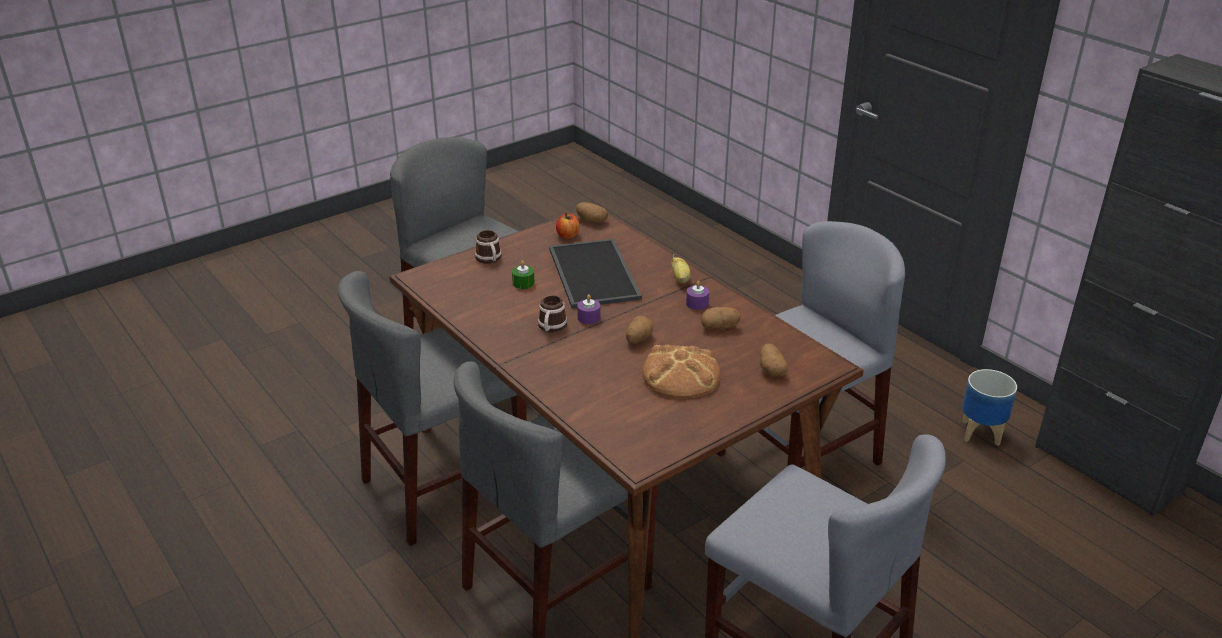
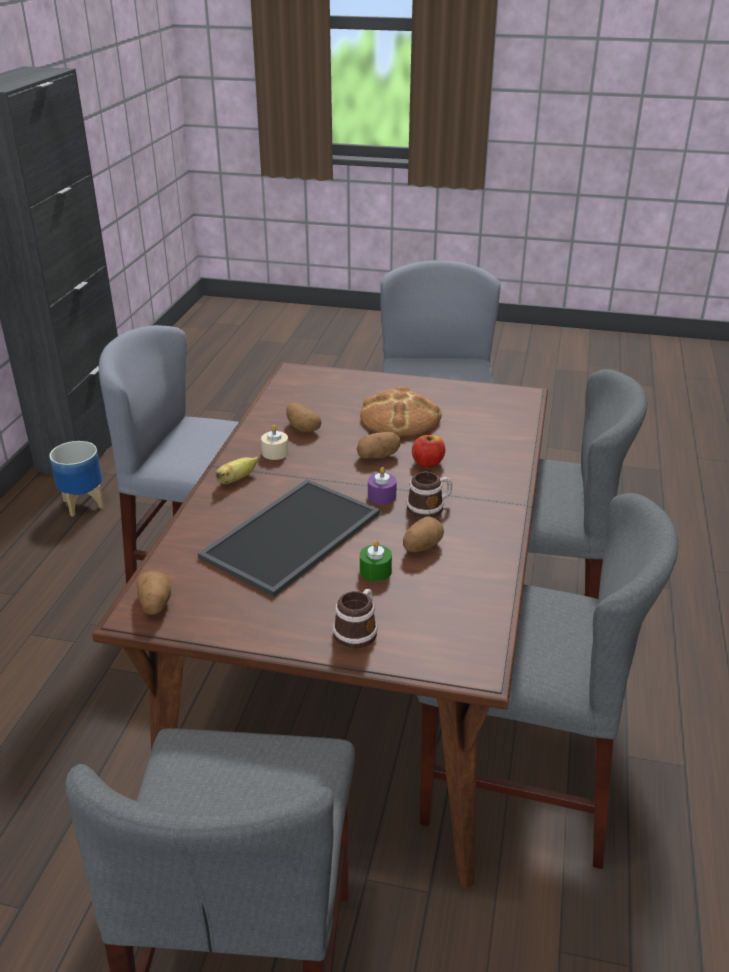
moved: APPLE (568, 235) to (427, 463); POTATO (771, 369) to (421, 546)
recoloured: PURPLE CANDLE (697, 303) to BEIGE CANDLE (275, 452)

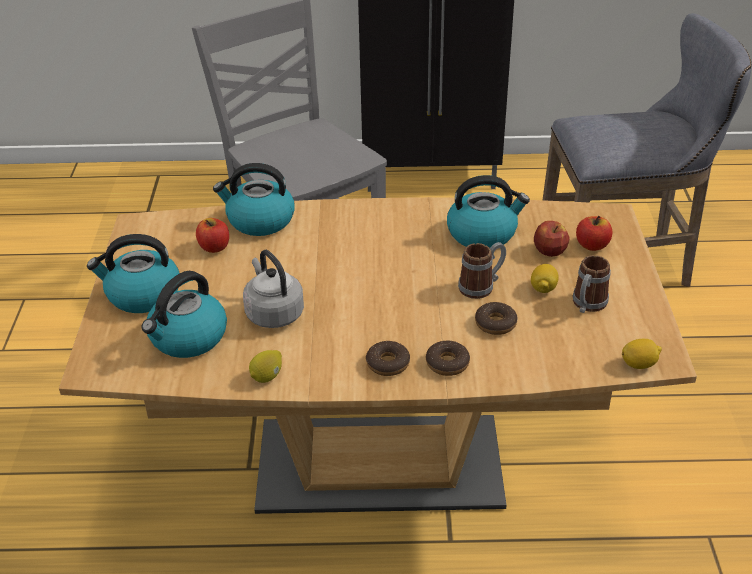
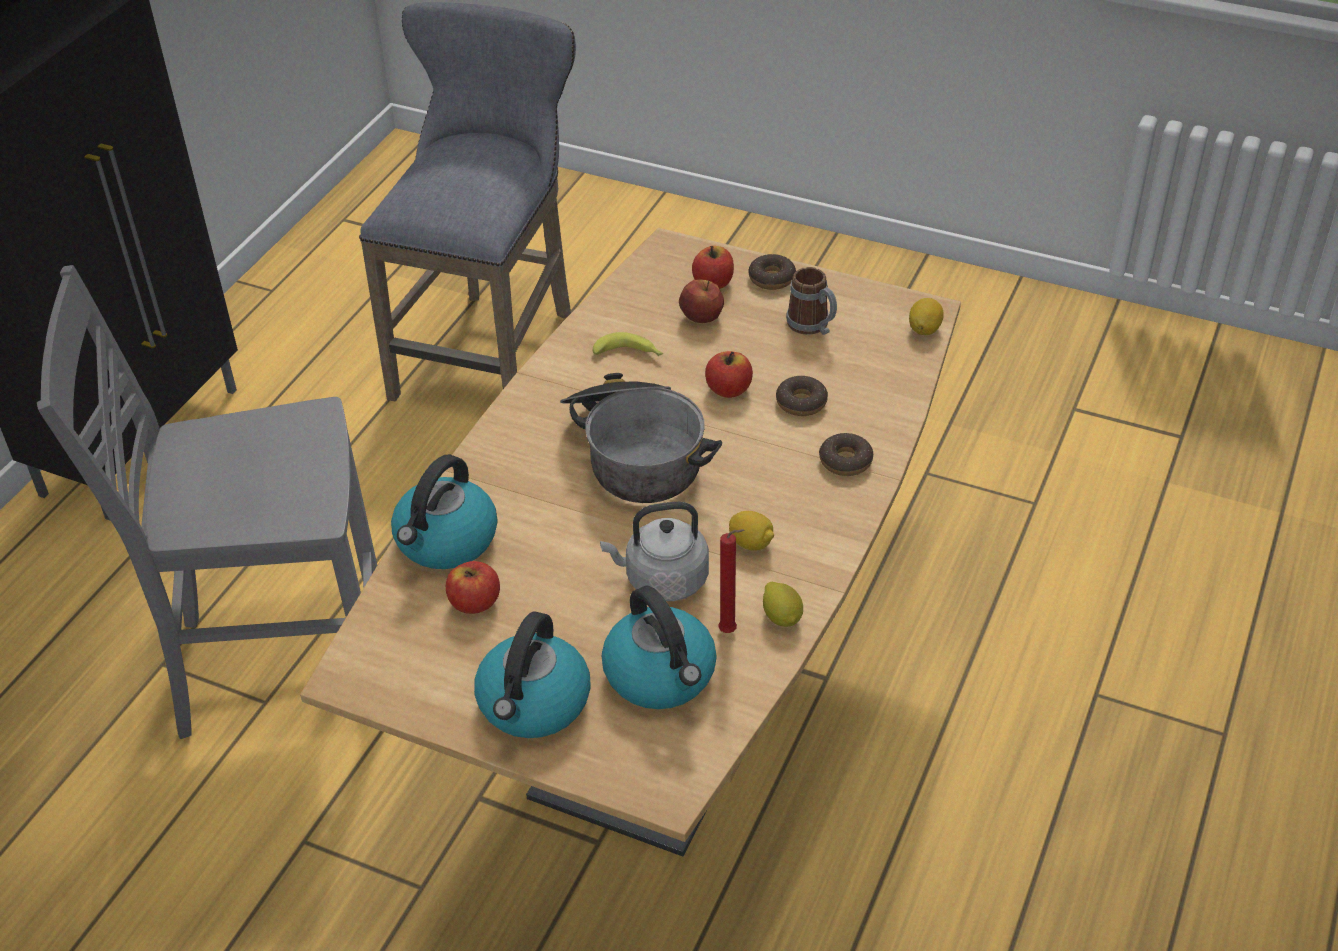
added: COOKING POT (636, 454); RED CANDLE (730, 632)
moved: DONUT (388, 363) to (772, 278); LEMON (543, 288) to (751, 543)
replaced: KETTLE (483, 233) to BANANA (629, 354); MUG (481, 286) to APPLE (728, 389)

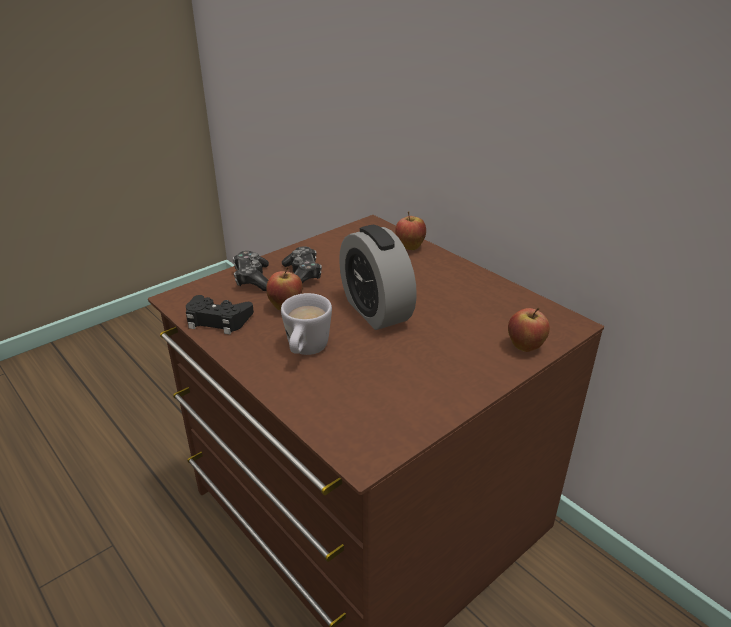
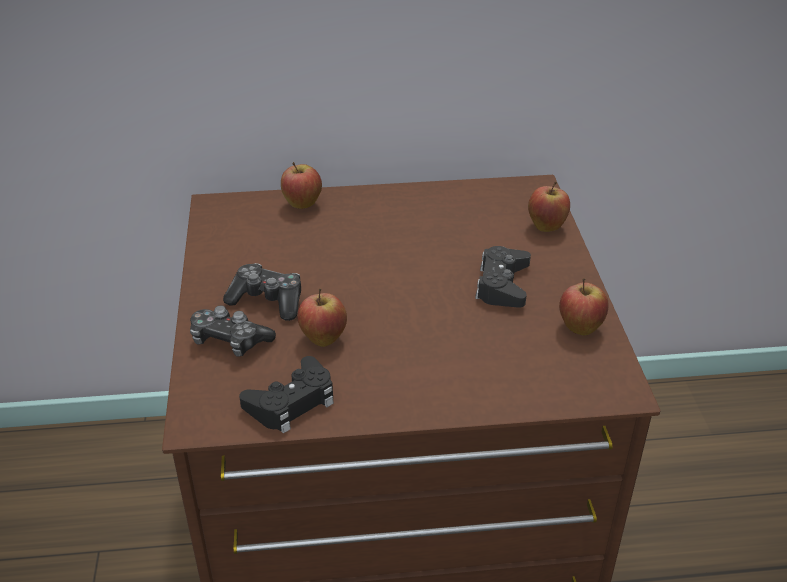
removed: WHITE MUG (305, 351); ALARM CLOCK (375, 310)
added: BLACK GAME CONTROLLER (502, 285); APPLE (580, 328)

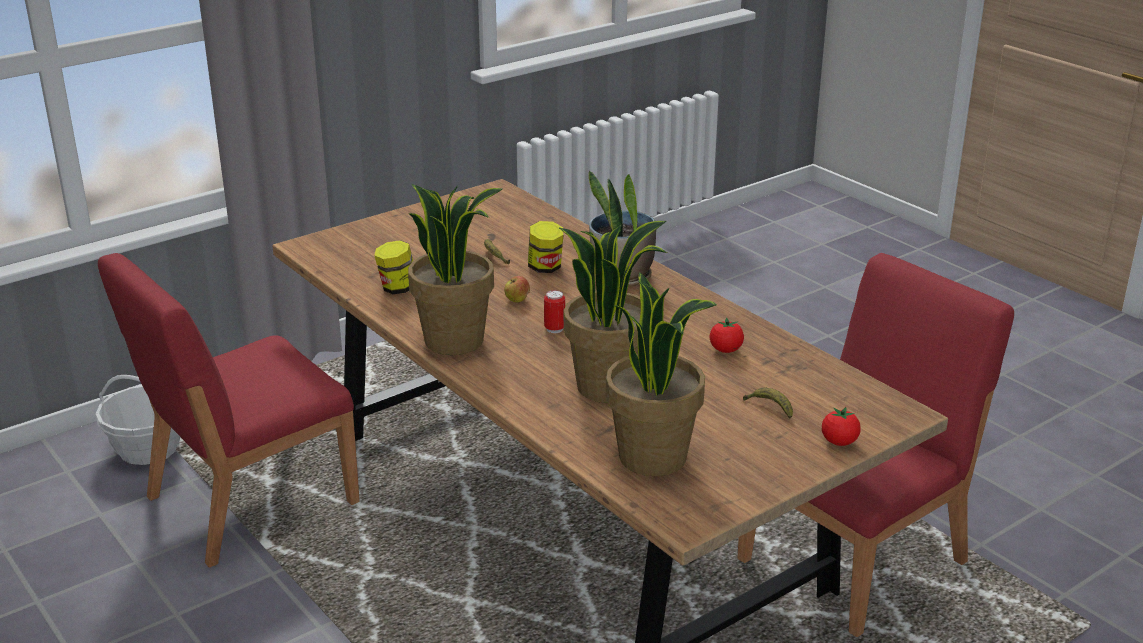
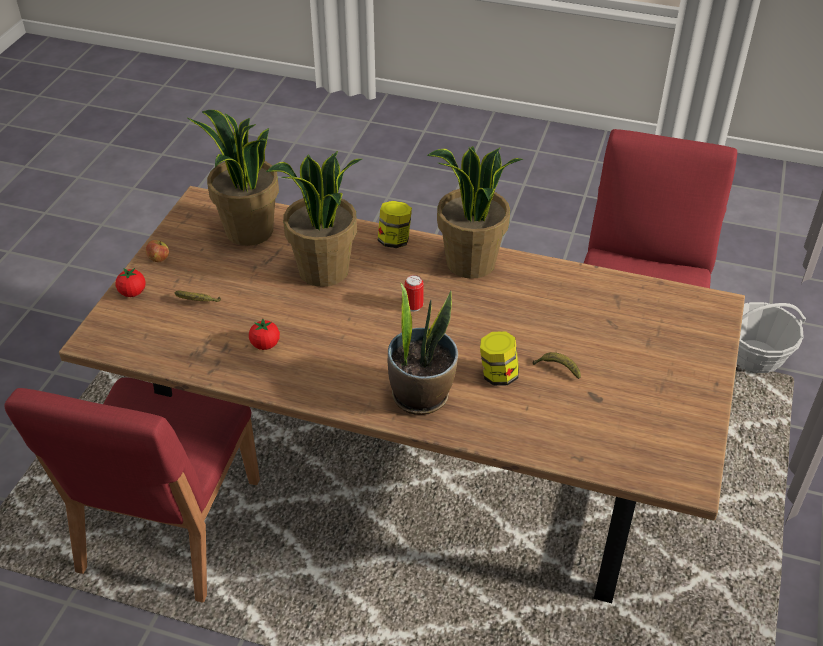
moved: JAR (397, 288) to (394, 240); APPLE (517, 300) to (158, 259)

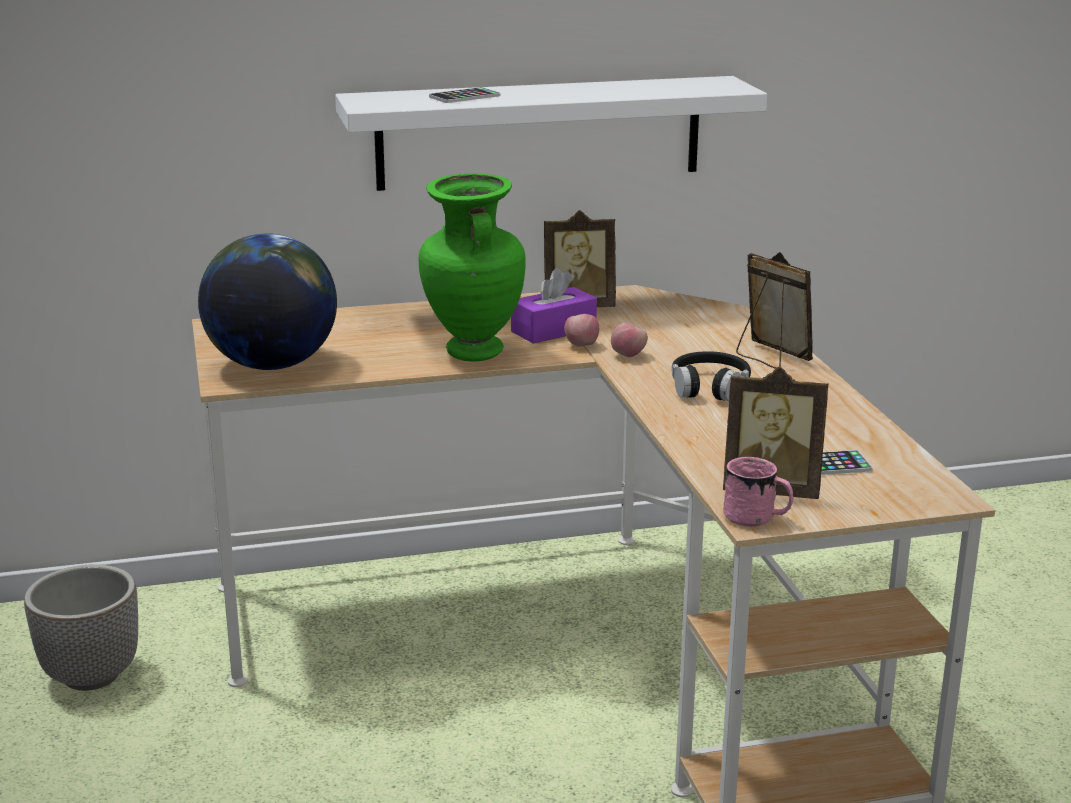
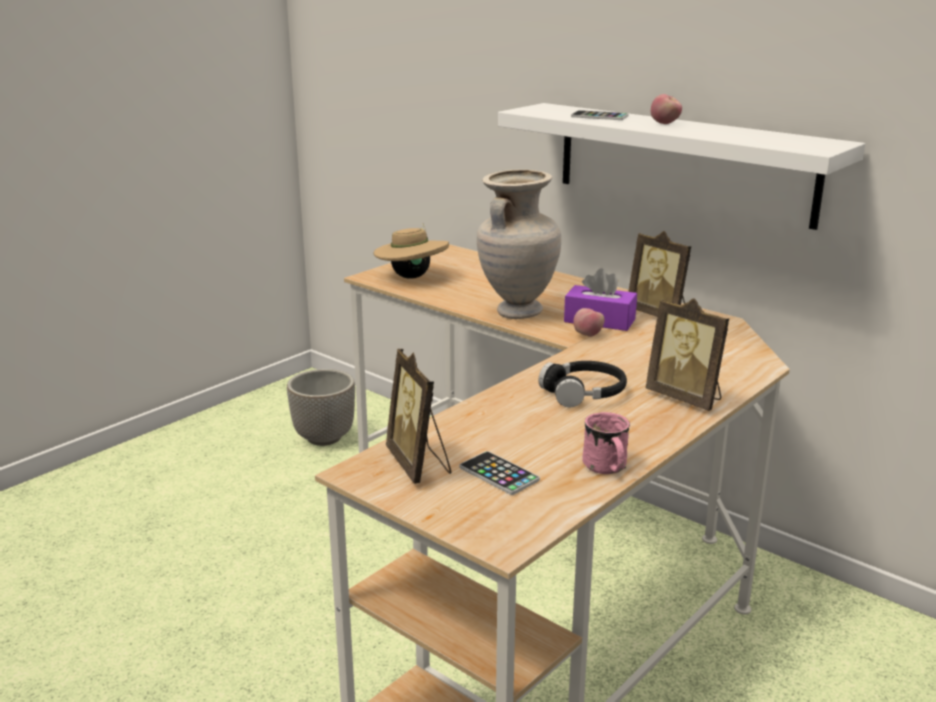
moved: APPLE (628, 355) to (665, 124); PINK MUG (757, 519) to (606, 469)
replaced: GLOBE (272, 364) to BEIGE HAT (411, 277)
recoloured: GREEN VASE (472, 352) to BEIGE VASE (517, 312)
turned: PICTURE FRAME (770, 357) = (686, 398) 120 degrees clockwise

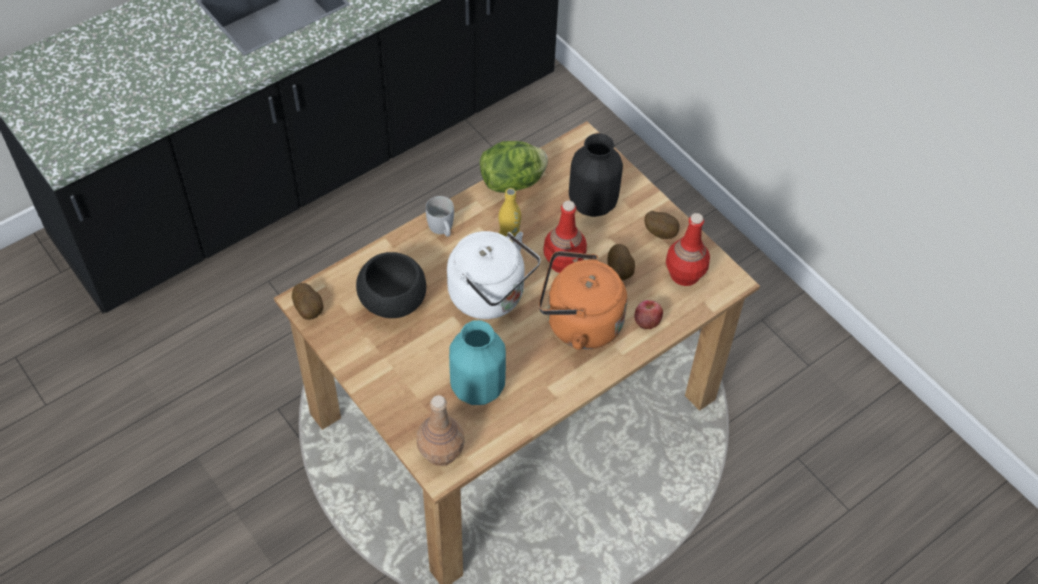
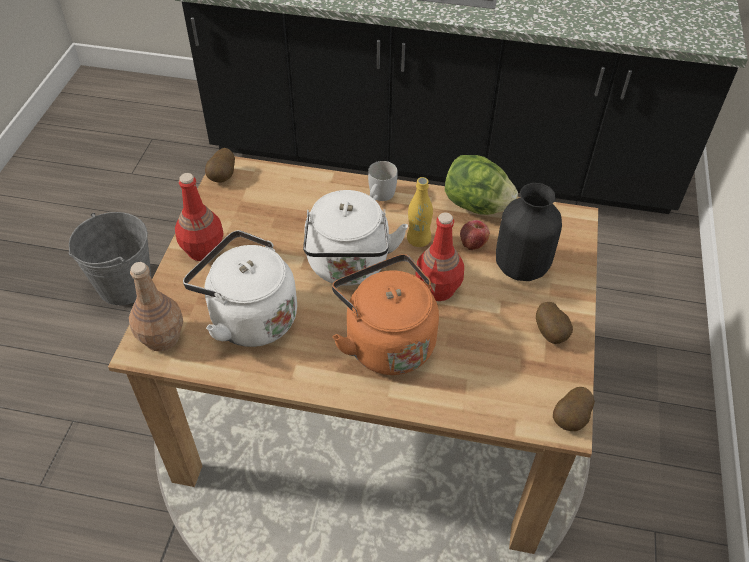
removed: BLACK BOWL (392, 300)
added: GREY BUCKET (124, 284)
moved: POTATO (620, 271) to (571, 419); APPLE (647, 321) to (473, 243); RED BOTTLE (684, 274) to (202, 250)
replaced: TURQUOISE VASE (476, 387) to WHITE KETTLE (249, 317)

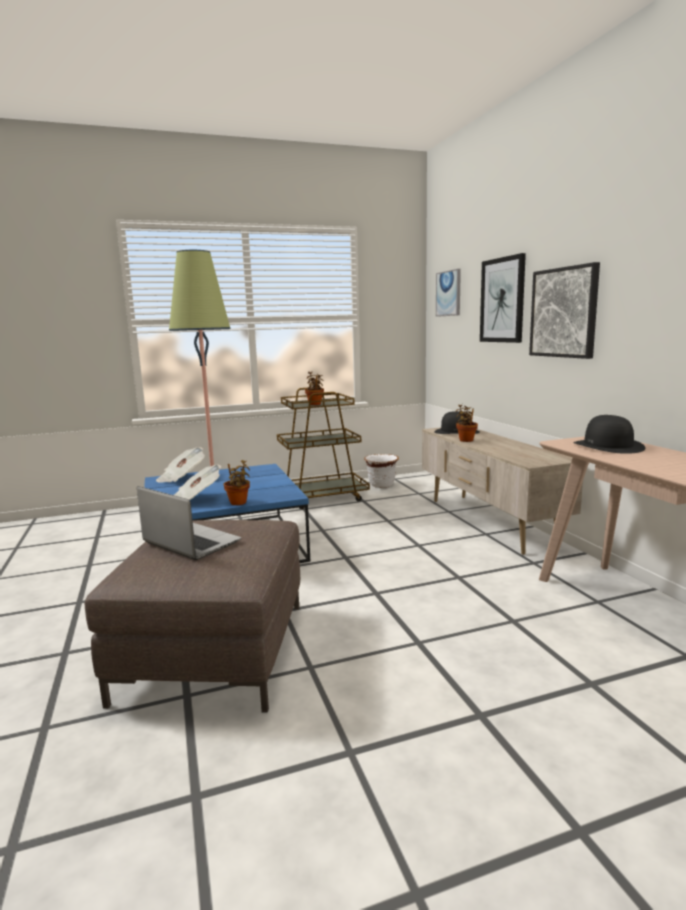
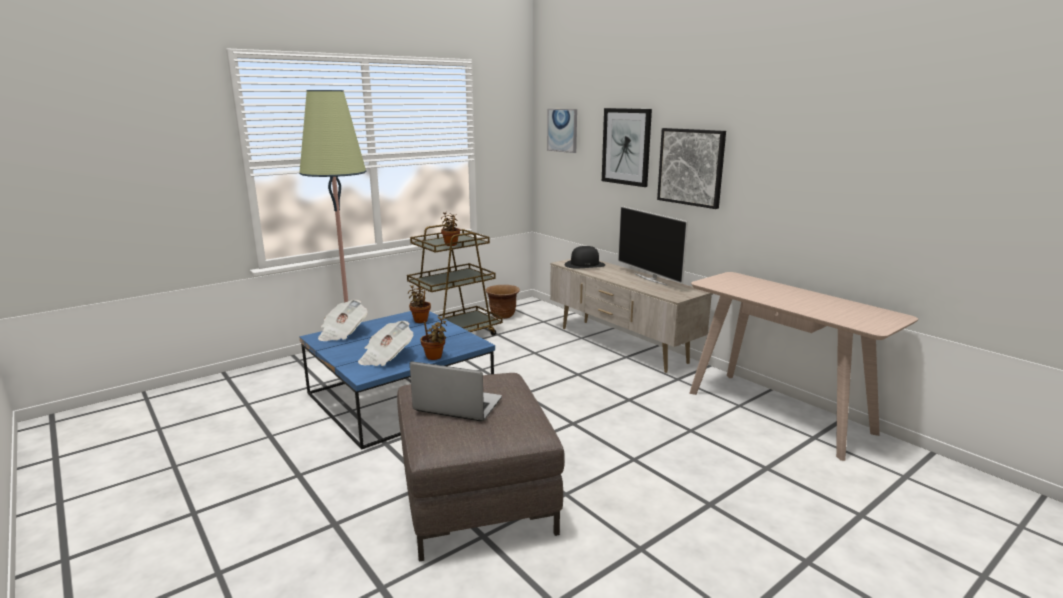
removed: BLACK HAT (608, 446)
added: TELEVISION (651, 279)
moved: POTTED PLANT (466, 440) to (420, 320)
recoloured: WHITE PLANTER (381, 485) to BROWN PLANTER (503, 315)

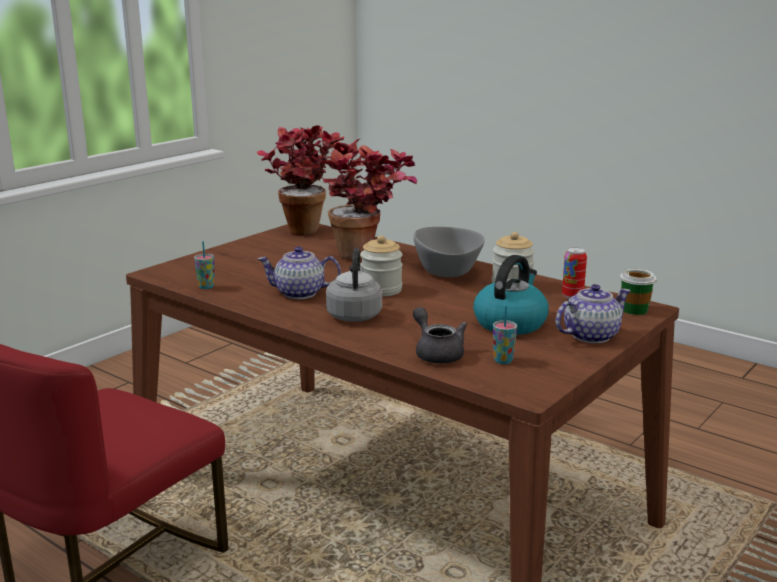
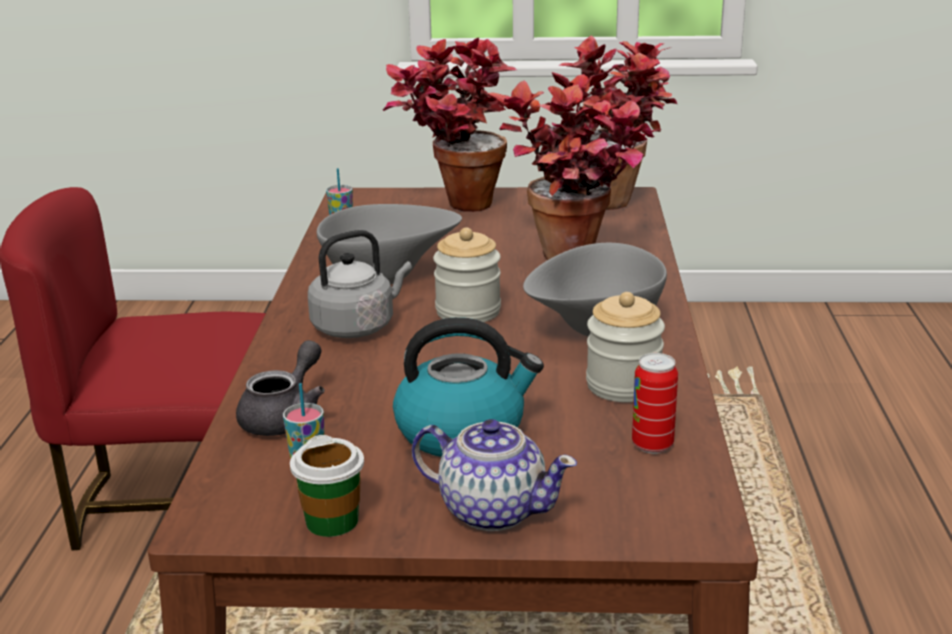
added: POTTED PLANT (453, 206)
moved: CUP (634, 310) to (332, 521)
replaced: TEAPOT (300, 293) to GREY BOWL (388, 276)

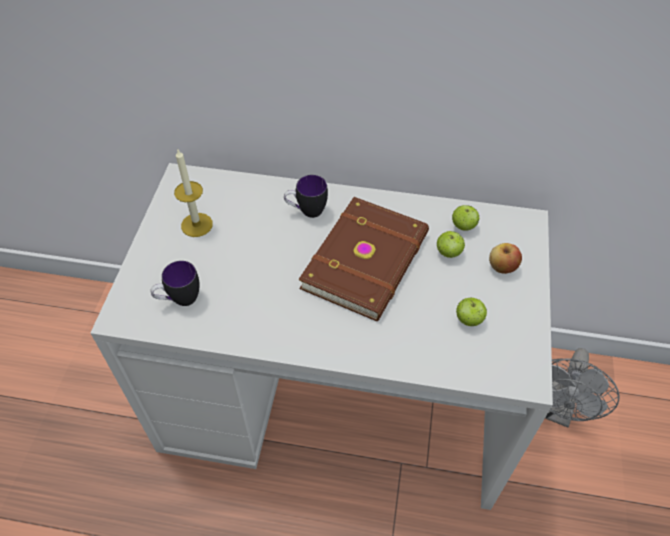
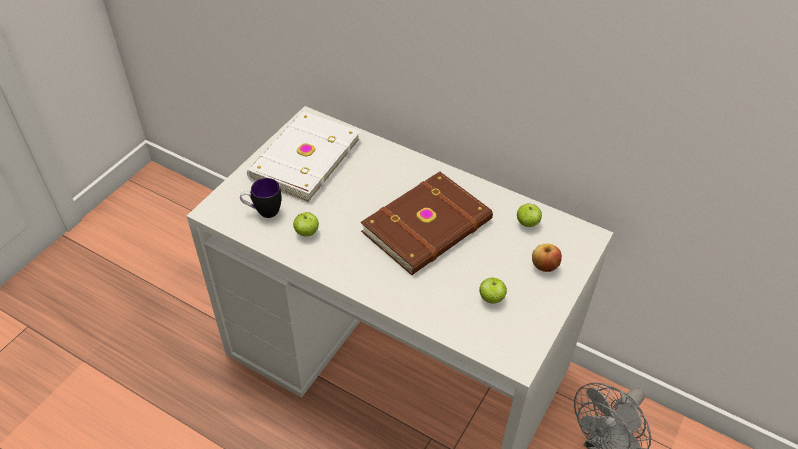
removed: MUG (306, 211)
moved: APPLE (448, 253) to (307, 232)
replaced: CANDLE (196, 225) to WHITE BOOK (303, 159)

